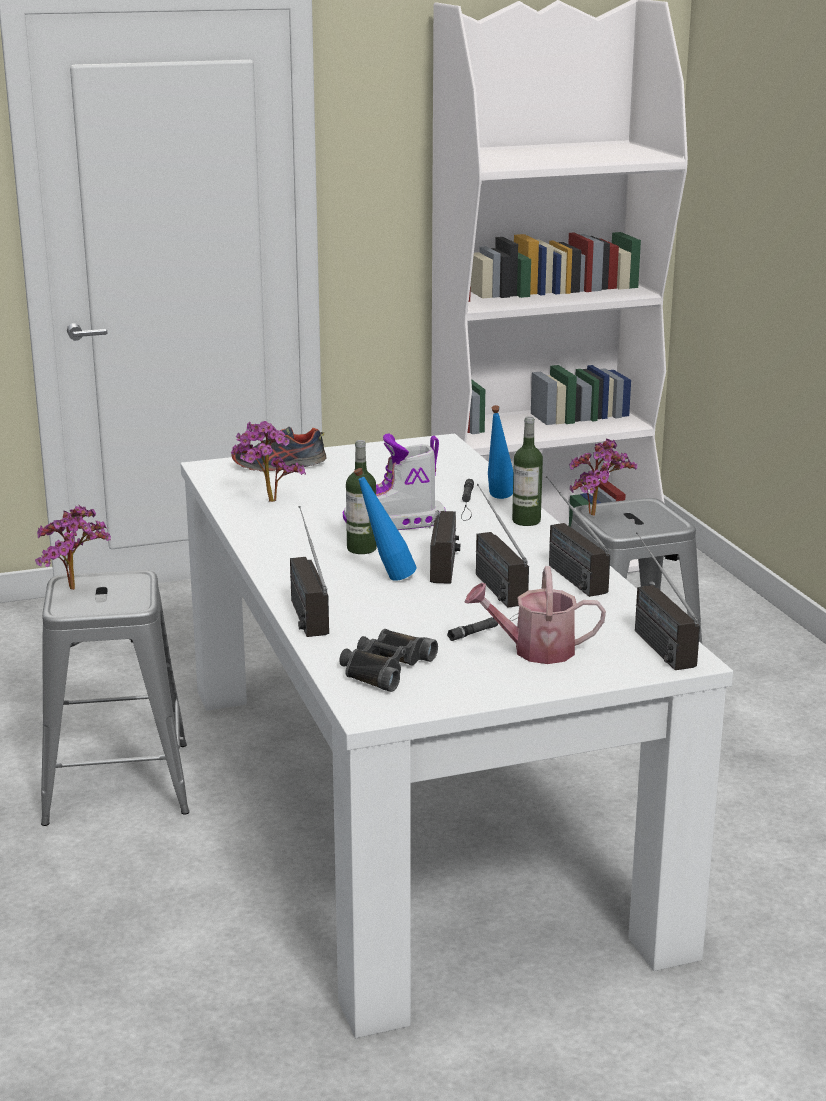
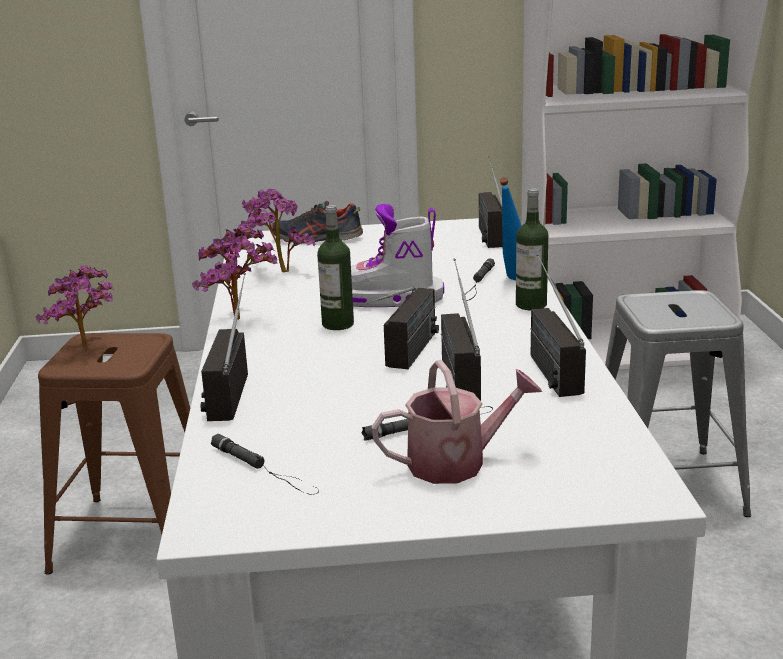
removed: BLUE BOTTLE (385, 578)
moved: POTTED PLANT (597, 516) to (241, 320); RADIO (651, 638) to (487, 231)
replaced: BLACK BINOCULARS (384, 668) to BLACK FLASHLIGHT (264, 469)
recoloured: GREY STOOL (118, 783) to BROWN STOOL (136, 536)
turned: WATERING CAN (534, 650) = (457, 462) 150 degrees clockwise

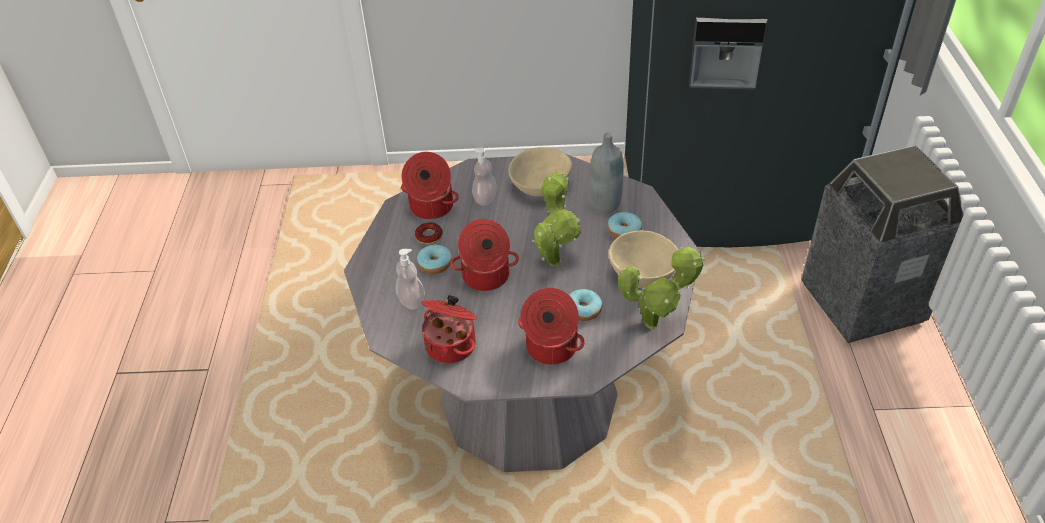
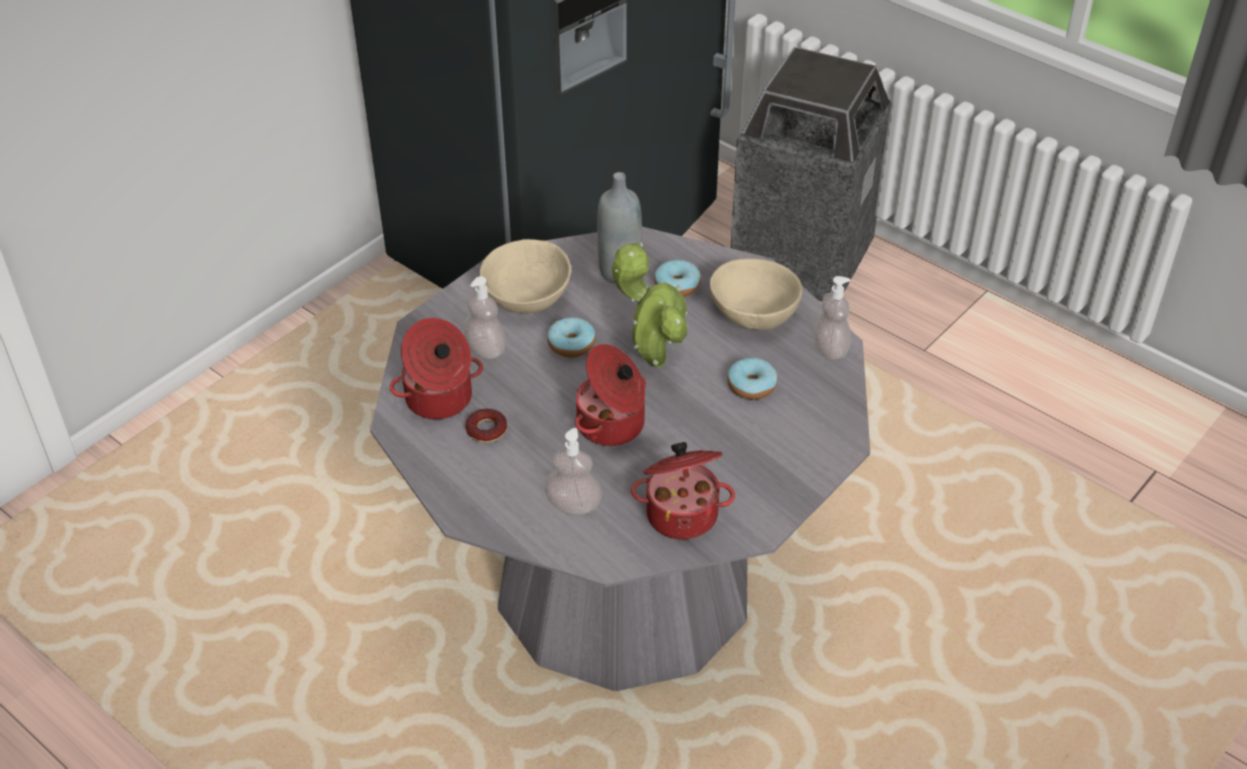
removed: COOKING POT (550, 348)
moved: DONUT (435, 264) to (571, 344)
replaced: POTTED PLANT (656, 323) to SOAP DISPENSER (830, 349)

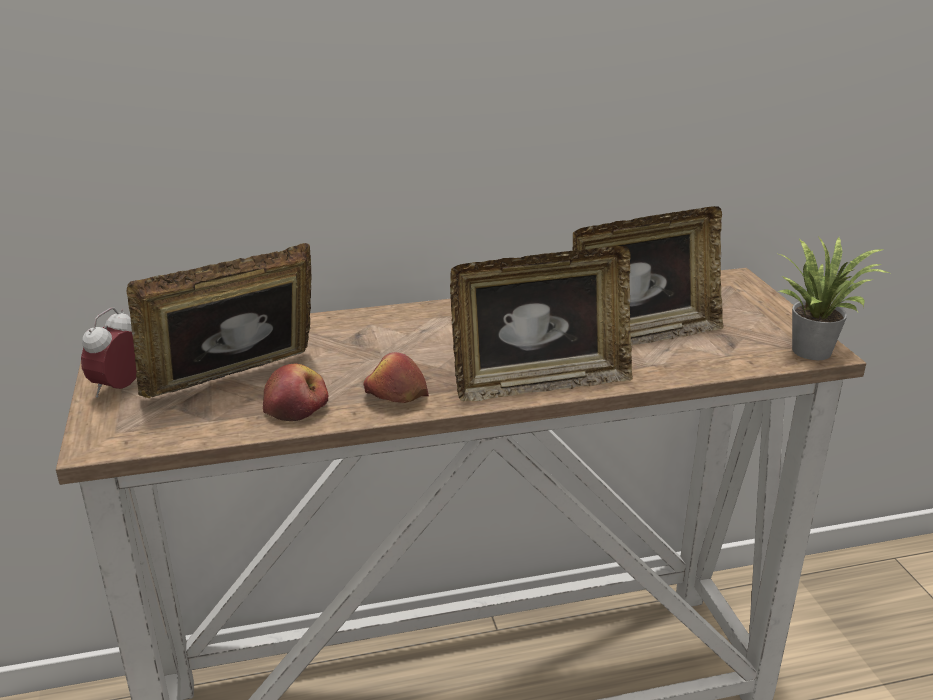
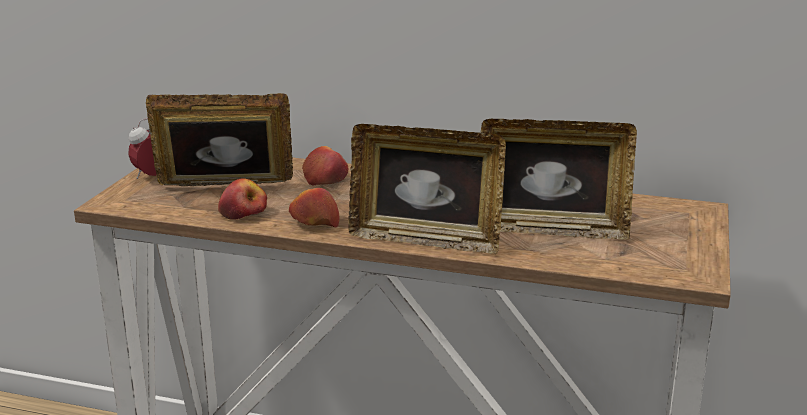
removed: POTTED PLANT (814, 349)
added: APPLE (325, 177)

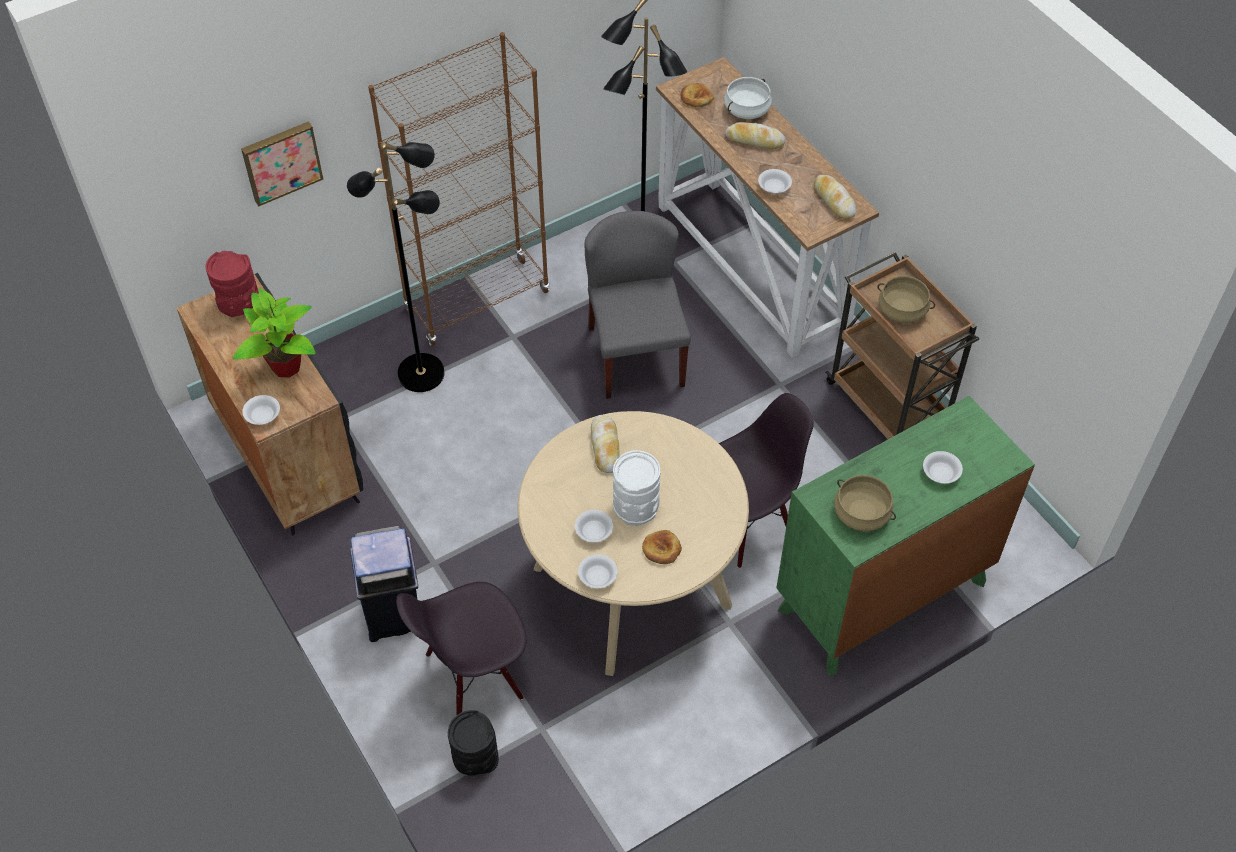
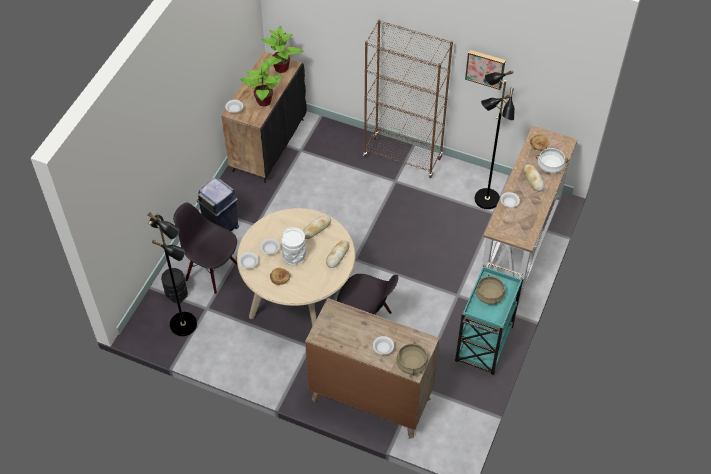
removed: GREY CHAIR (635, 355)
moved: PICTURE (281, 161) to (485, 68); BLACK FLOOR LAMP (421, 372) to (184, 324); BREAD (834, 200) to (337, 255); BEIGE COOKING POT (862, 513) to (412, 364)
replaced: RED VASE (239, 305) to POTTED PLANT (281, 68)
recoloured: GREEN DRESSER (882, 596) to BROWN DRESSER (370, 399); BROWN CART (888, 405) to TURQUOISE CART (484, 345)

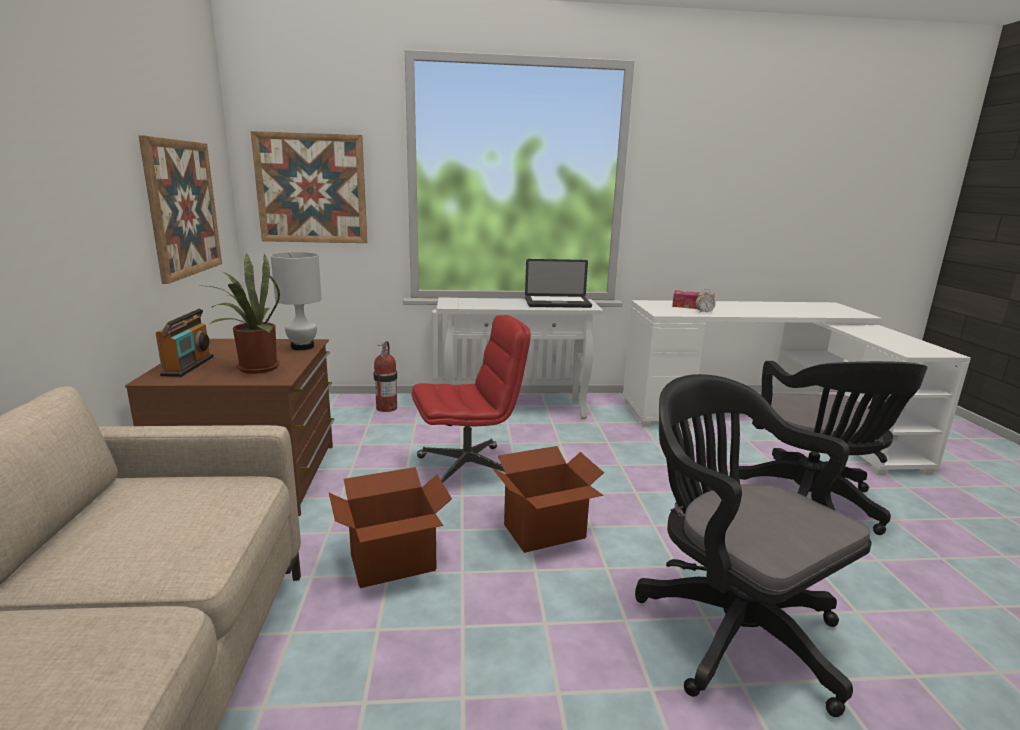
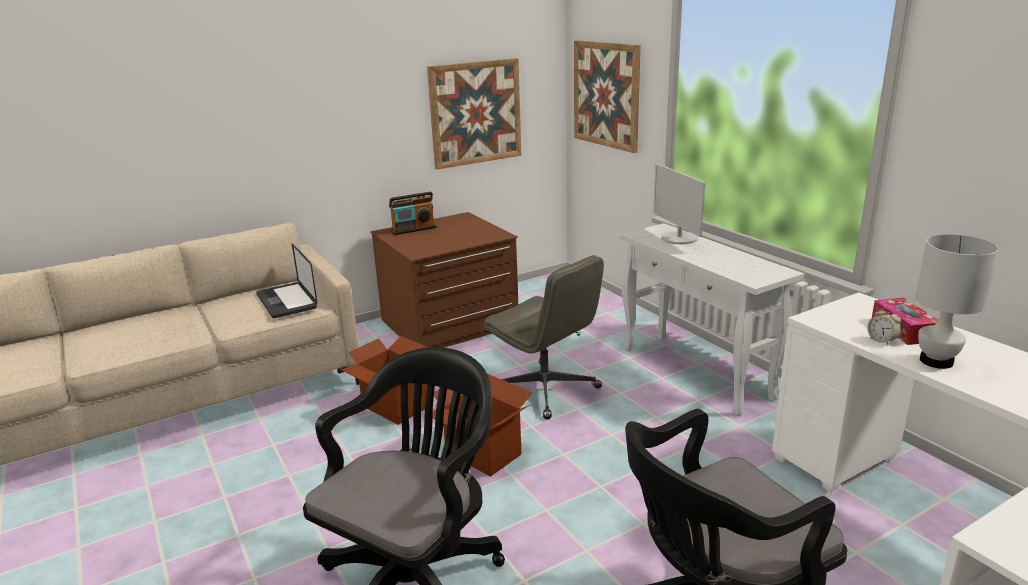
removed: POTTED PLANT (254, 368); FIRE EXTINGUISHER (386, 408)
added: MONITOR (678, 238)
moved: WHITE TABLE LAMP (303, 347) to (936, 361); LAPTOP (557, 303) to (286, 301)
recoloured: RED OFFICE CHAIR (468, 469) to GREY OFFICE CHAIR (546, 390)

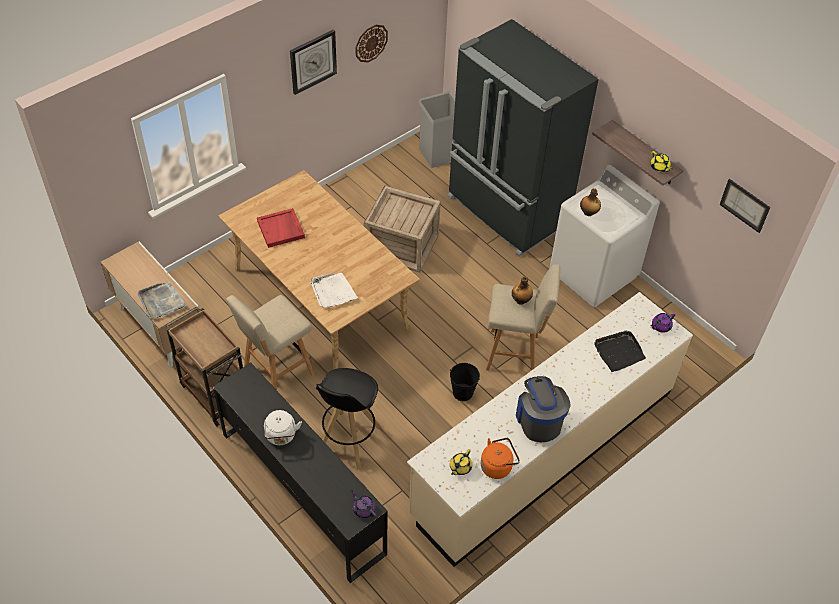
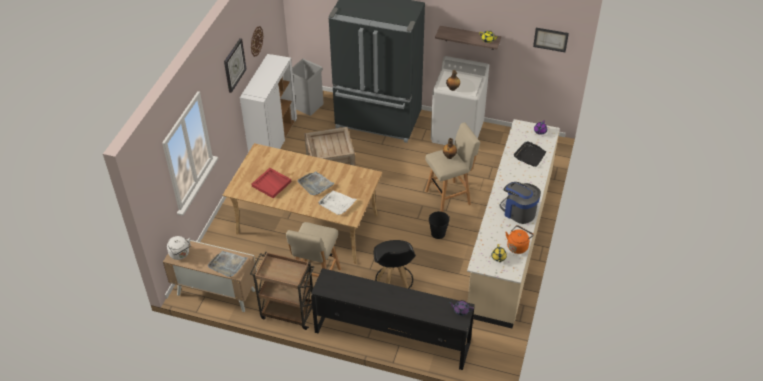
added: WHITE CABINET (273, 139); GREY TRAY (315, 184)
moved: WHITE KETTLE (281, 436) to (180, 254)

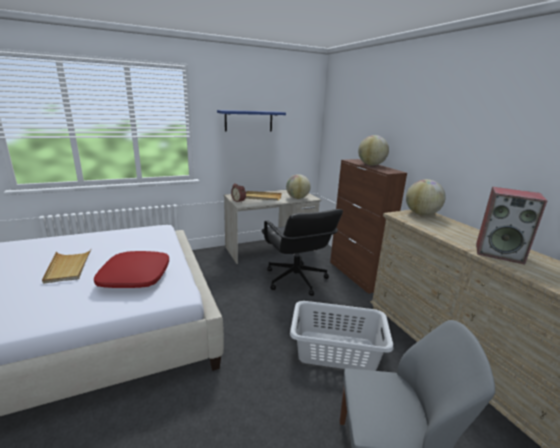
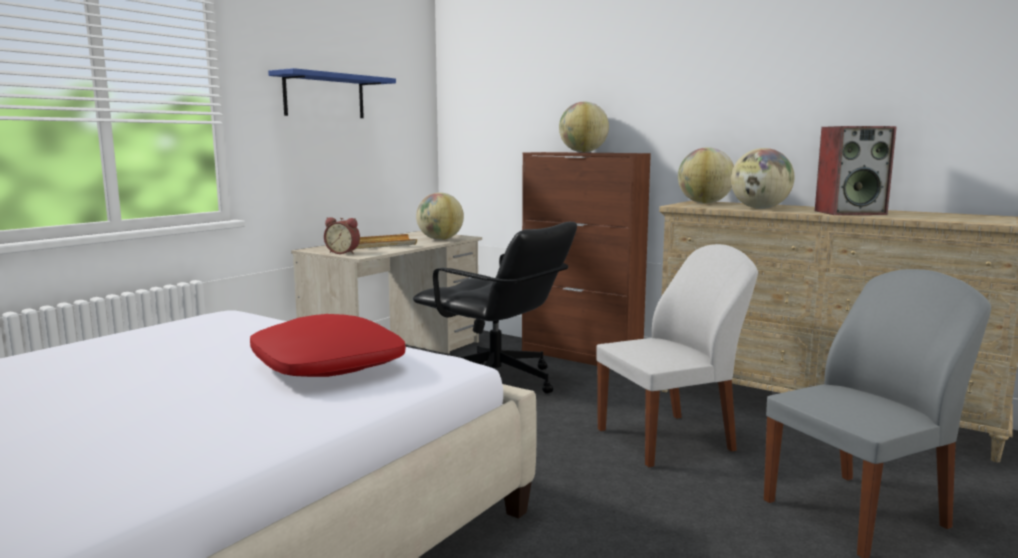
removed: BEIGE TRAY (68, 267)
added: GLOBE (759, 208)
replaced: GREY LAUNDRY BASKET (337, 351) to WHITE CHAIR (668, 440)

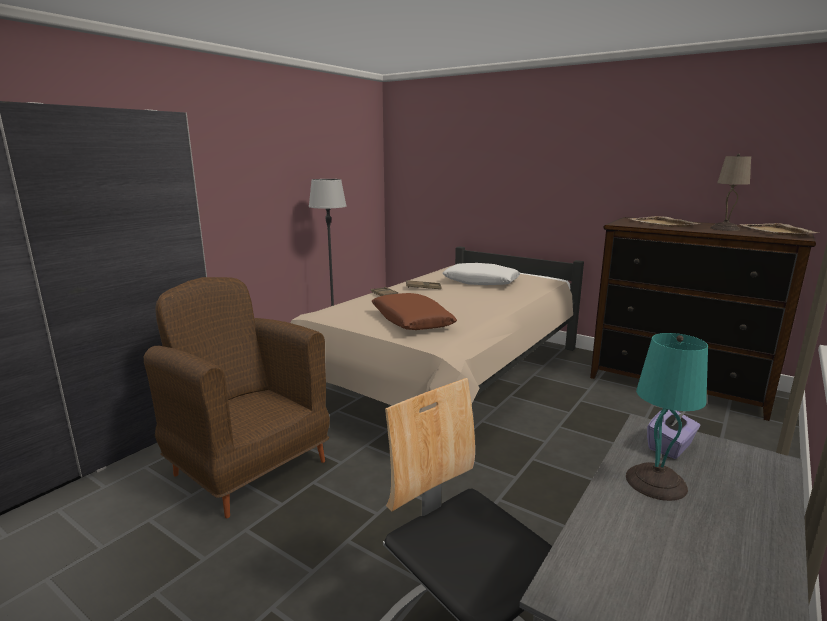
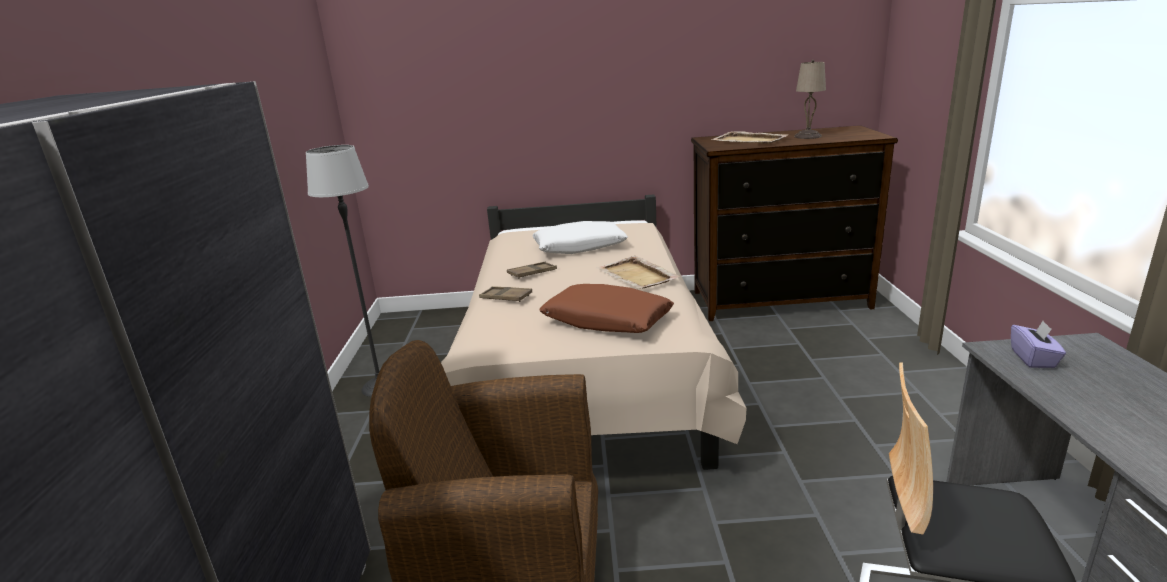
removed: TURQUOISE TABLE LAMP (657, 482)
moved: BEIGE TRAY (776, 231) to (637, 276)

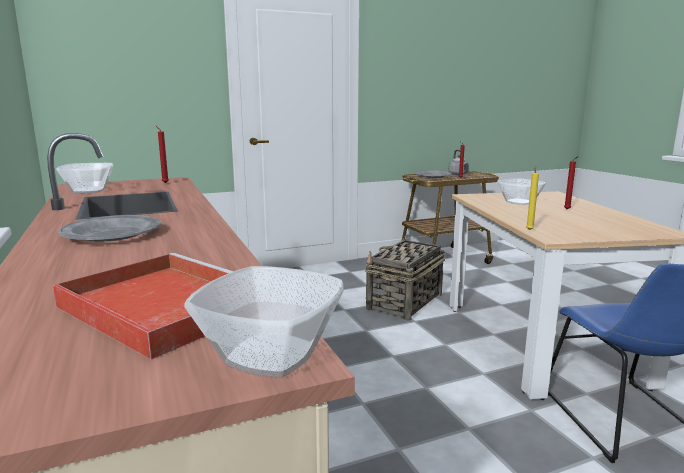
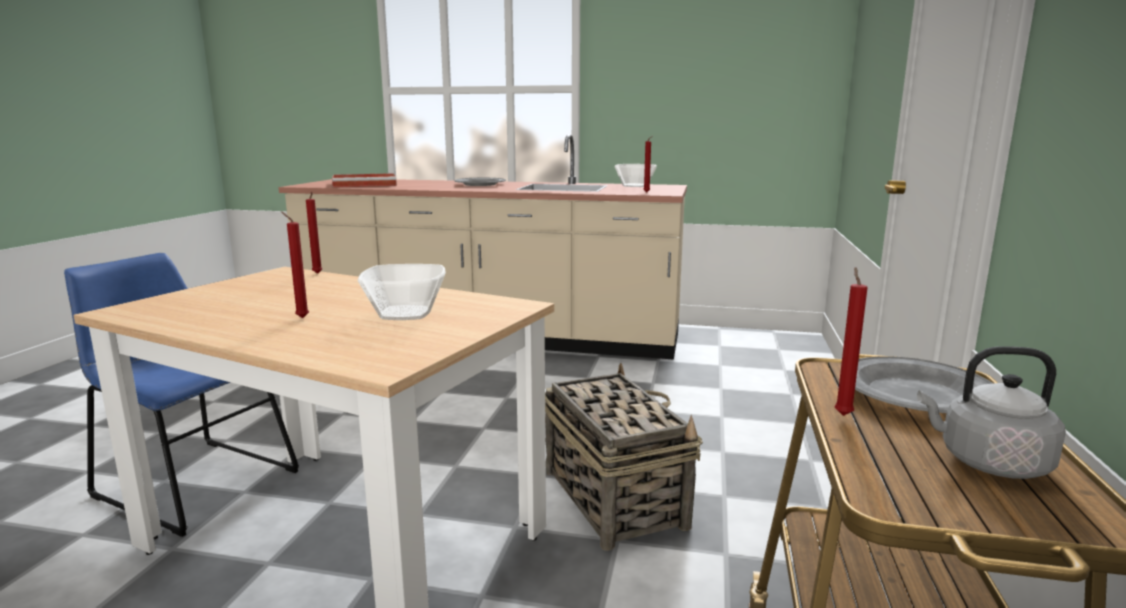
removed: BOWL (273, 355)
recoloured: YELLOW CANDLE (529, 230) to RED CANDLE (317, 274)

